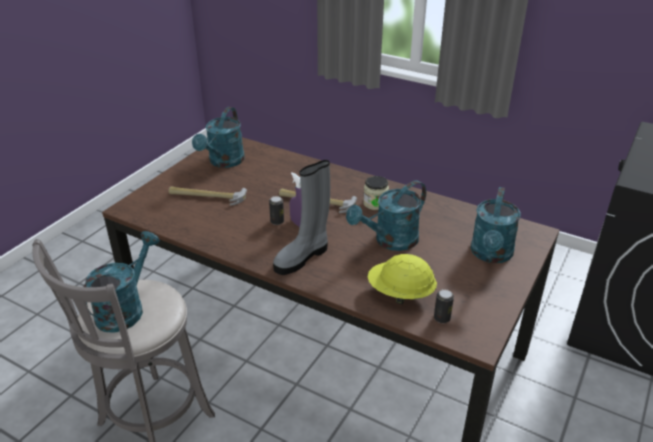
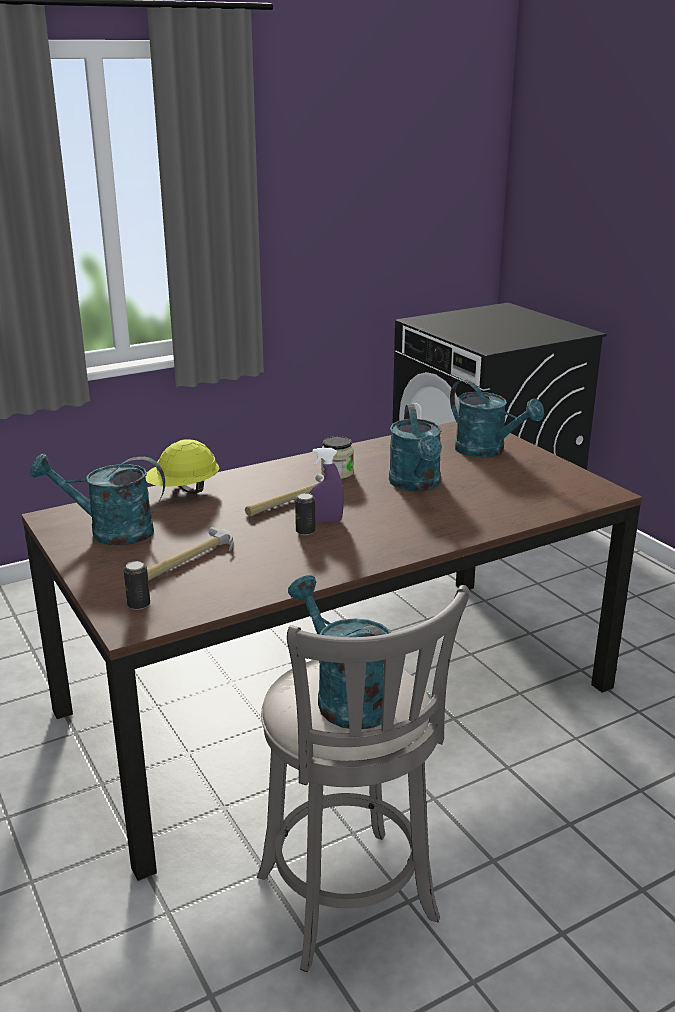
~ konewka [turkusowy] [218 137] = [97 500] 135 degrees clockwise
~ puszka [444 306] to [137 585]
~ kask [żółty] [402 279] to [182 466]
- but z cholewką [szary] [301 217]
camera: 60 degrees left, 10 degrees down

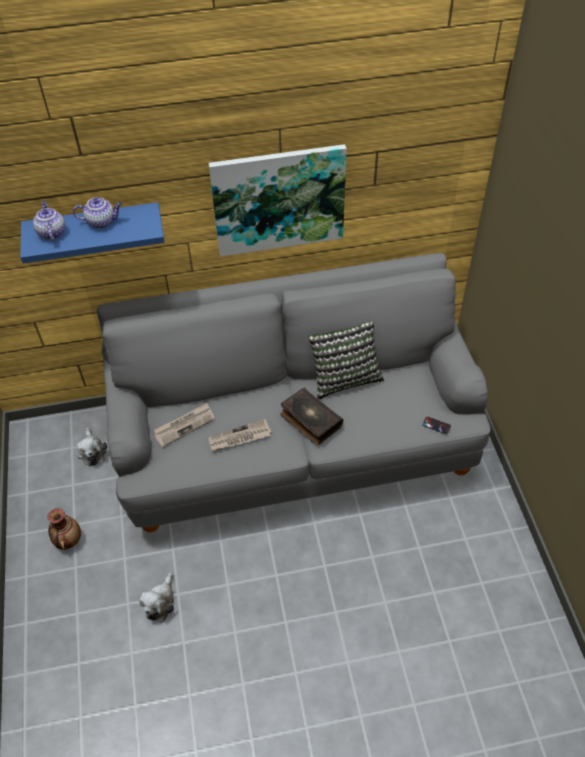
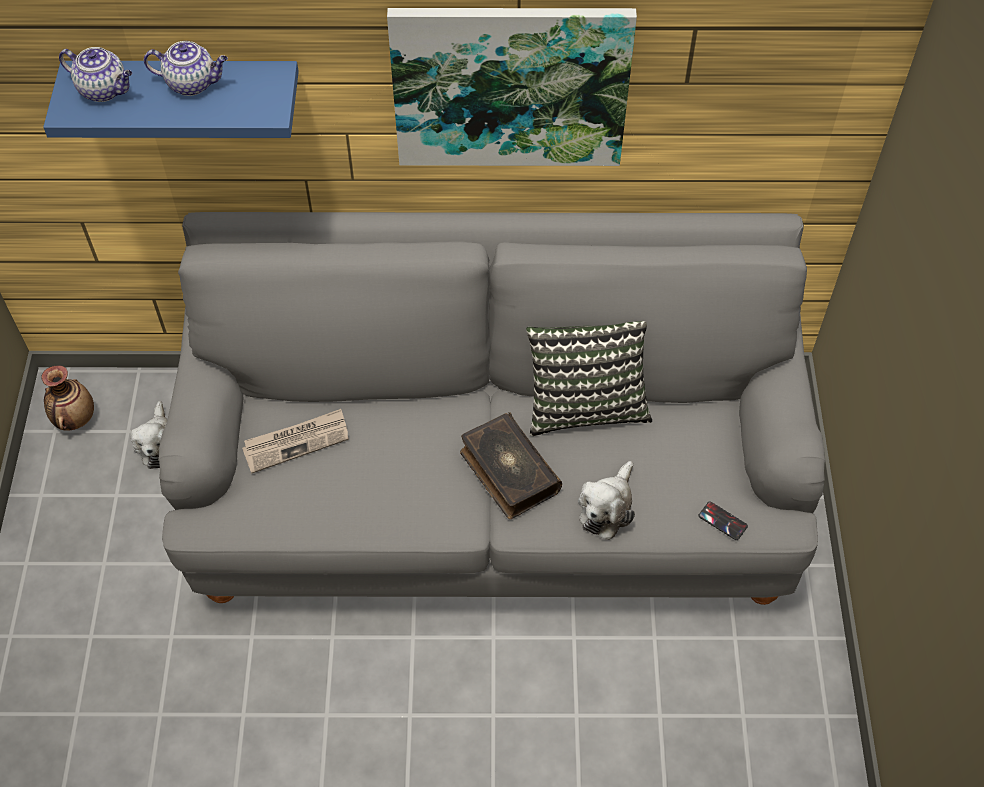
~ wazon [64 529] to [67 398]
~ imbryk [49 221] = [96 74] 120 degrees clockwise
~ pluszak [156 597] to [606 500]
- gazeta [240 435]
camera: 10 degrees right, 5 degrees up

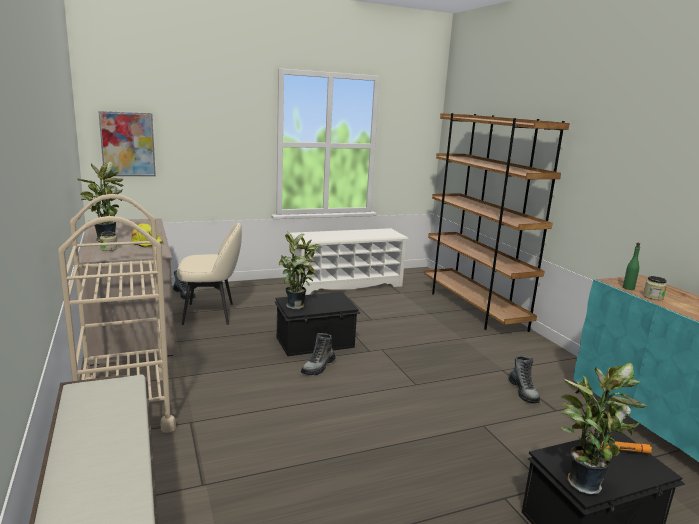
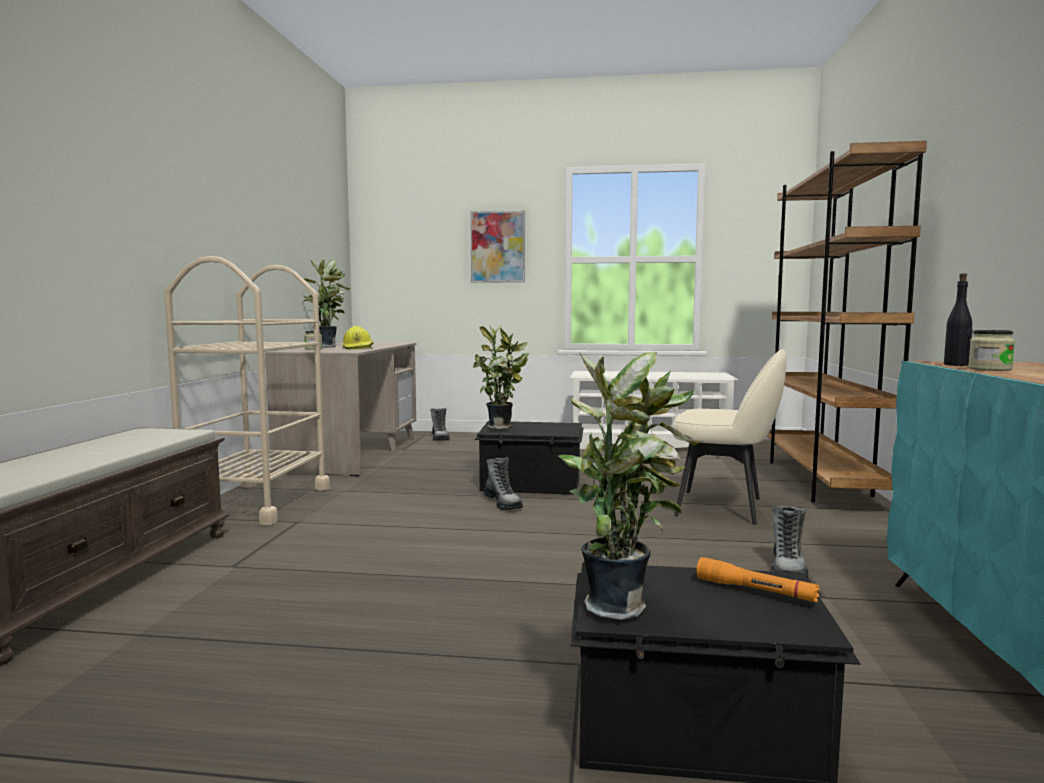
~ obraz [127 143] to [497 246]
~ but z cholewką [318 354] = [503 483] 90 degrees counterclockwise
~ krzesło [beżowy] [209 273] to [729 437]
~ butelka [zielony] [631 266] to butelka [czarny] [958 319]
camera: 30 degrees right, 10 degrees down

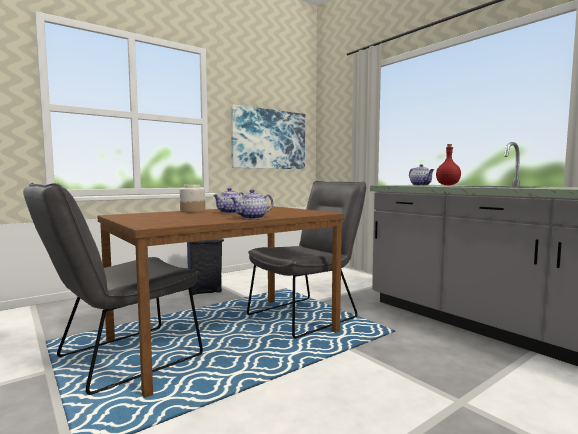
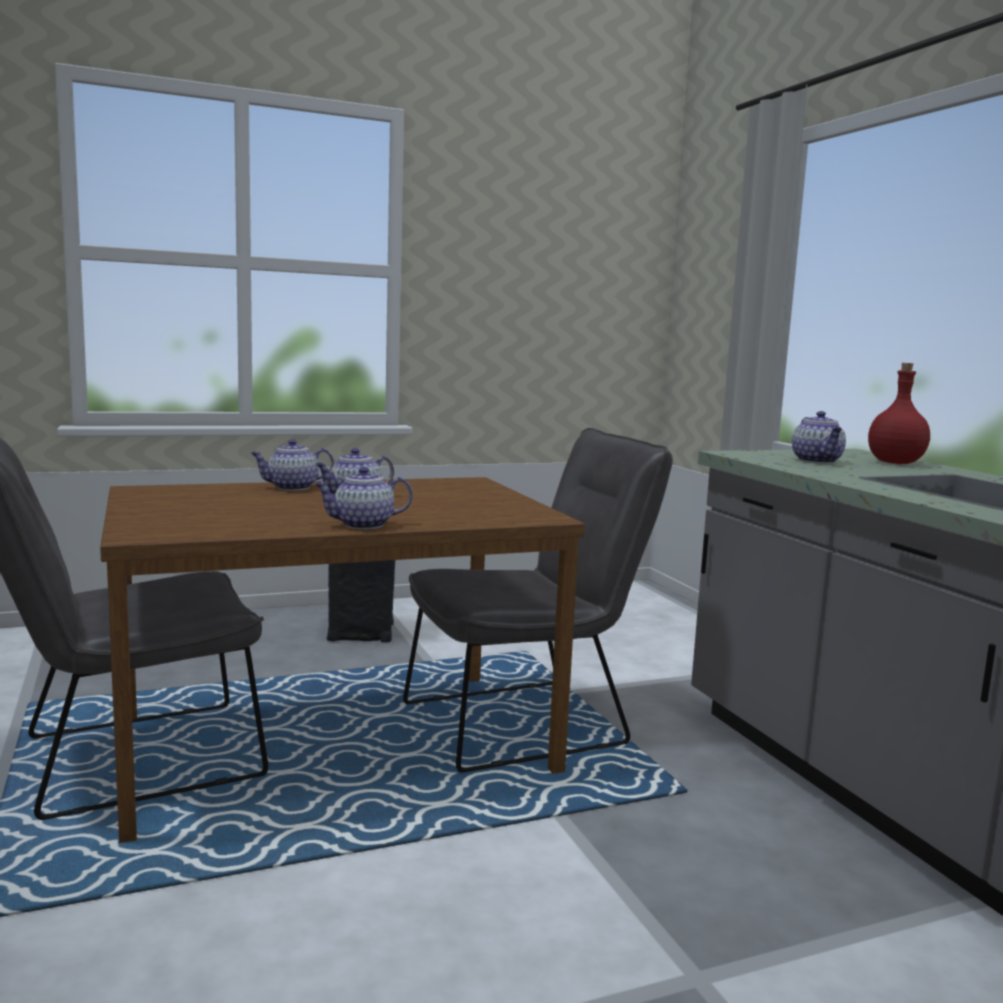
~ słoik [192 199] to imbryk [292 465]
- obraz [268 137]
camera: 15 degrees right, 5 degrees up

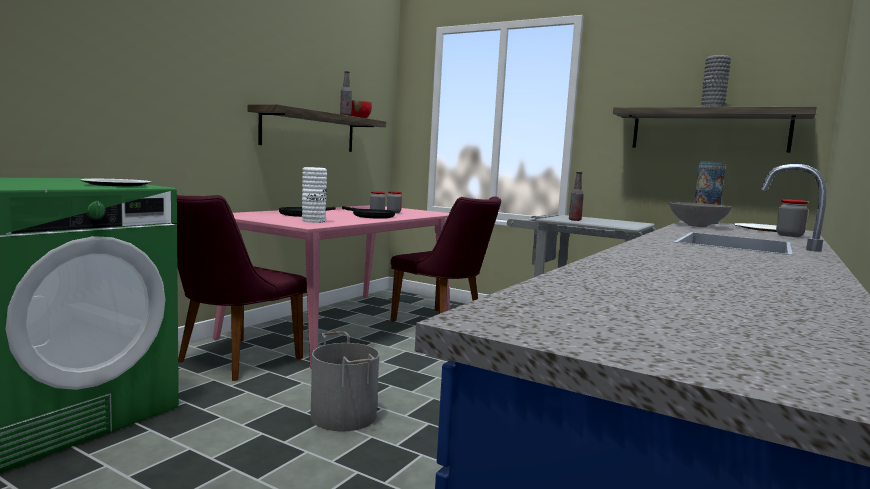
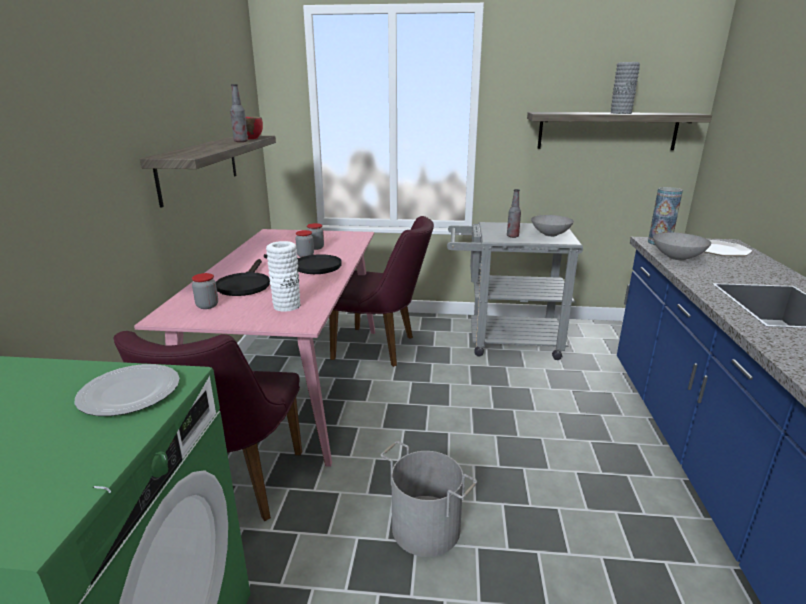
~ słoik [792 218] to [205 291]
+ miska [szary] [552 226]
camera: 25 degrees left, 15 degrees up

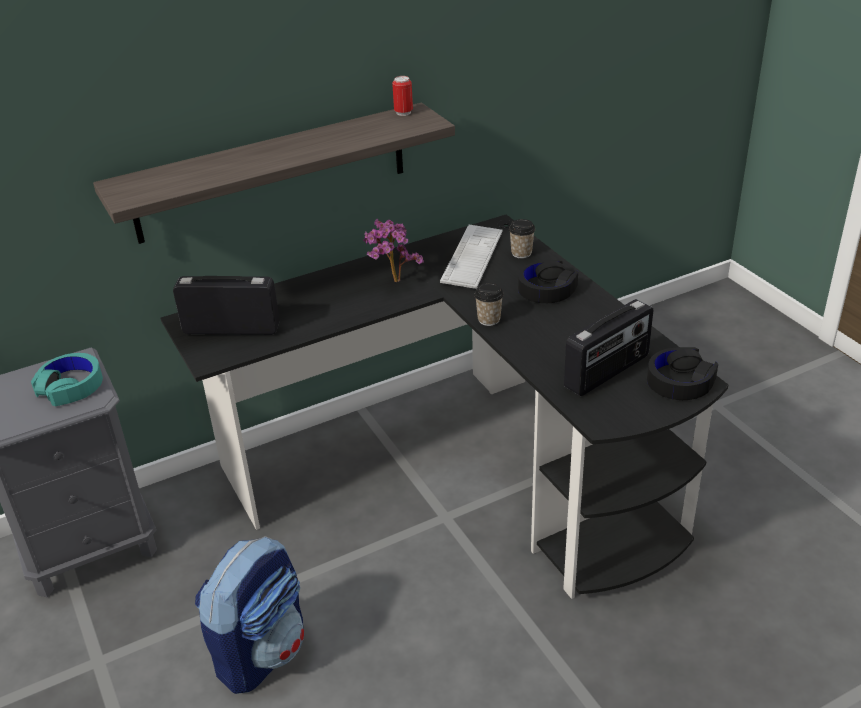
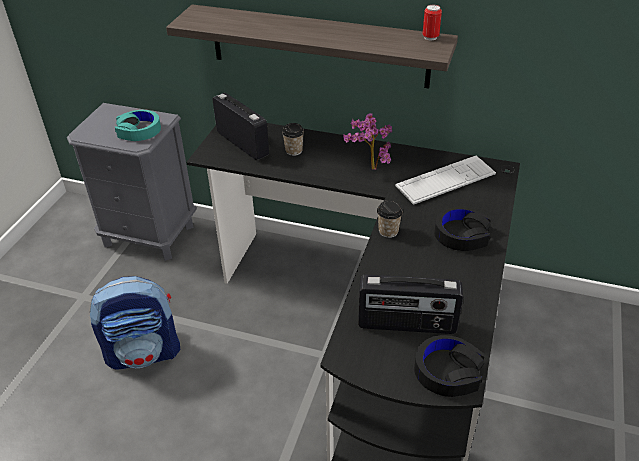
~ filiżanka [522 239] to [293 139]
camera: 45 degrees right, 5 degrees up

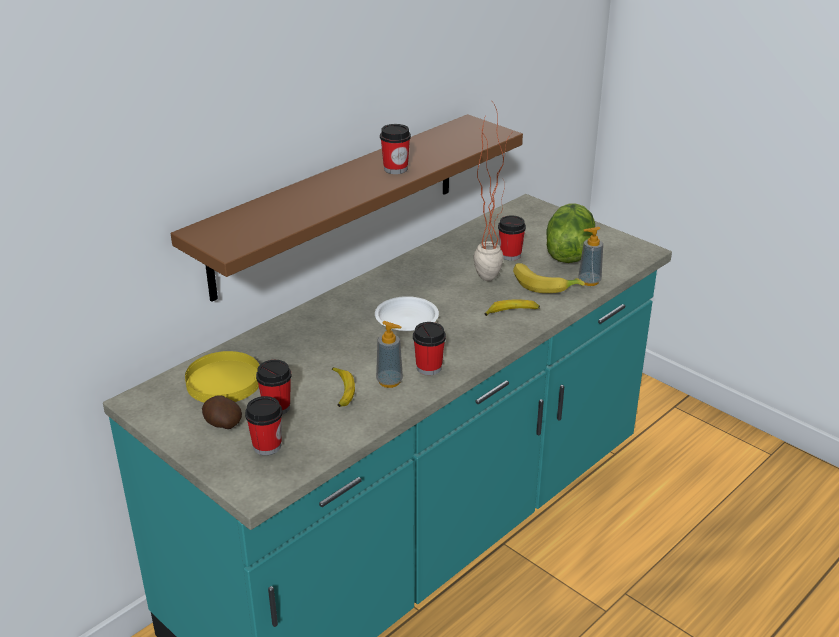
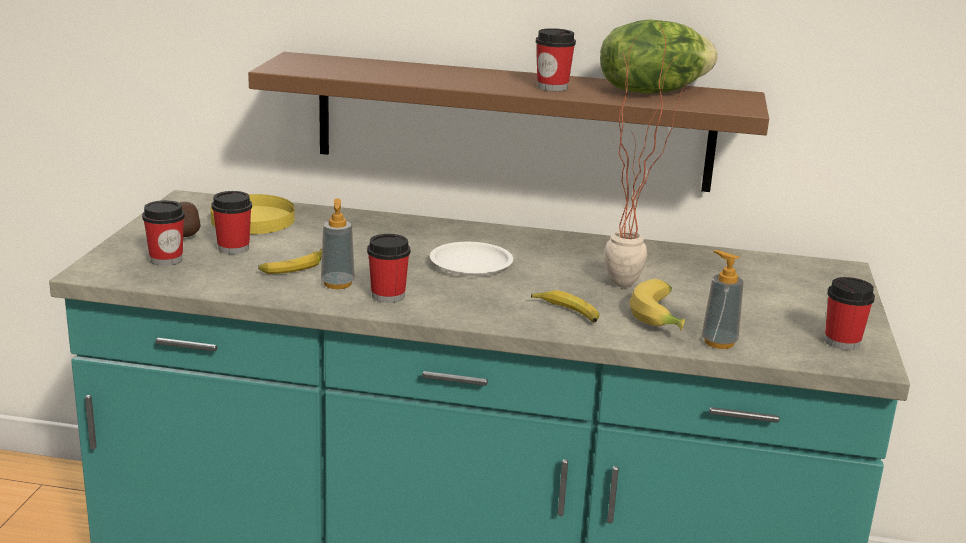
~ sałata [571 233] to [659 57]
~ filiżanka [512 238] to [850 313]
camera: 55 degrees right, 10 degrees down

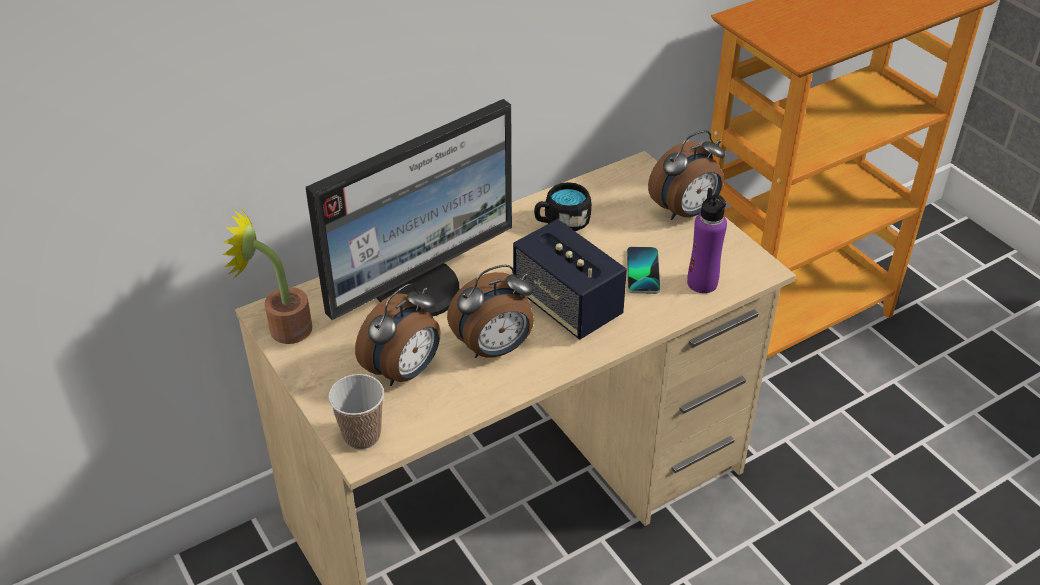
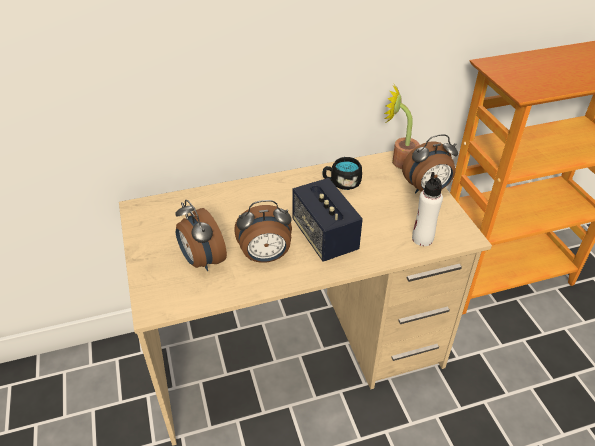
~ budzik [398 334] = [201 235] 90 degrees clockwise
~ roślina doniczkowa [267 276] to [402 126]
~ butelka [fioletowy] [707 240] to butelka [biały] [427 209]
- monitor [409 209]
- filiżanka [356 412]
- telefon [643 270]
camera: 15 degrees right, 0 degrees up

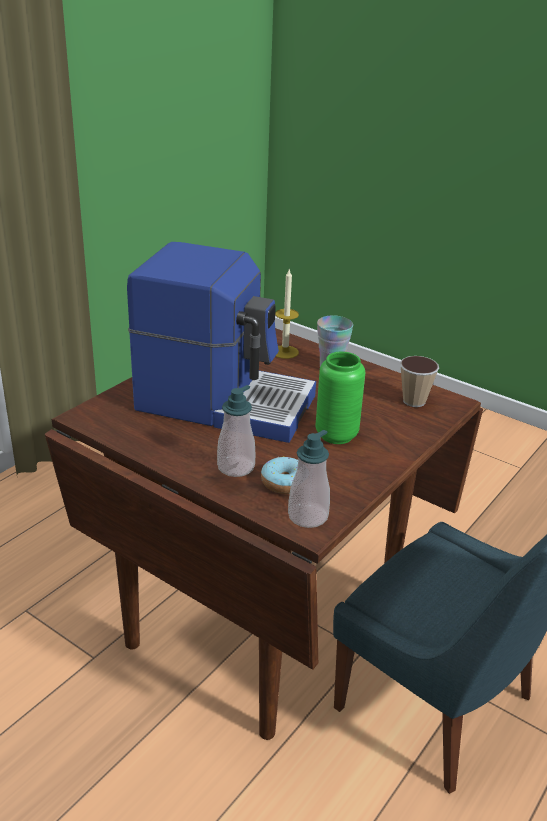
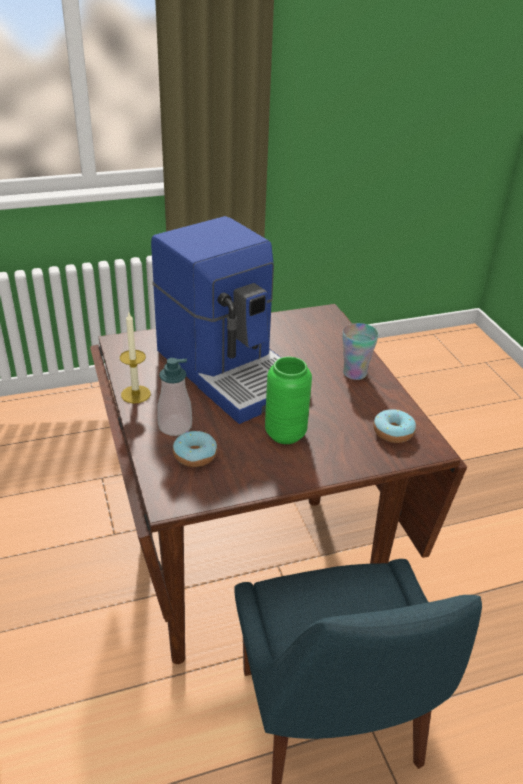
~ świeca [287 314] to [135 358]
~ filiżanka [419 381] to donut [394 426]
- dozownik mydła [309 479]
camera: 35 degrees right, 5 degrees up

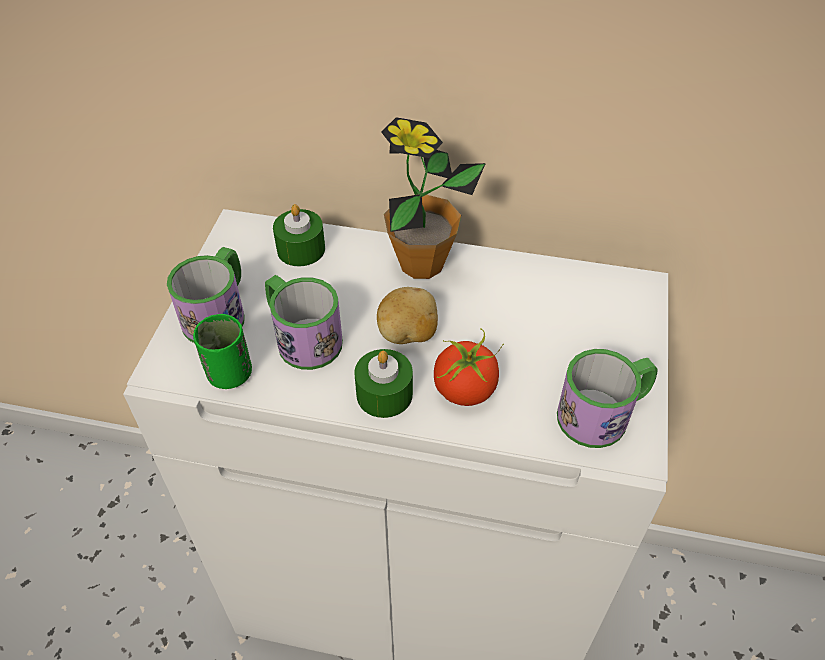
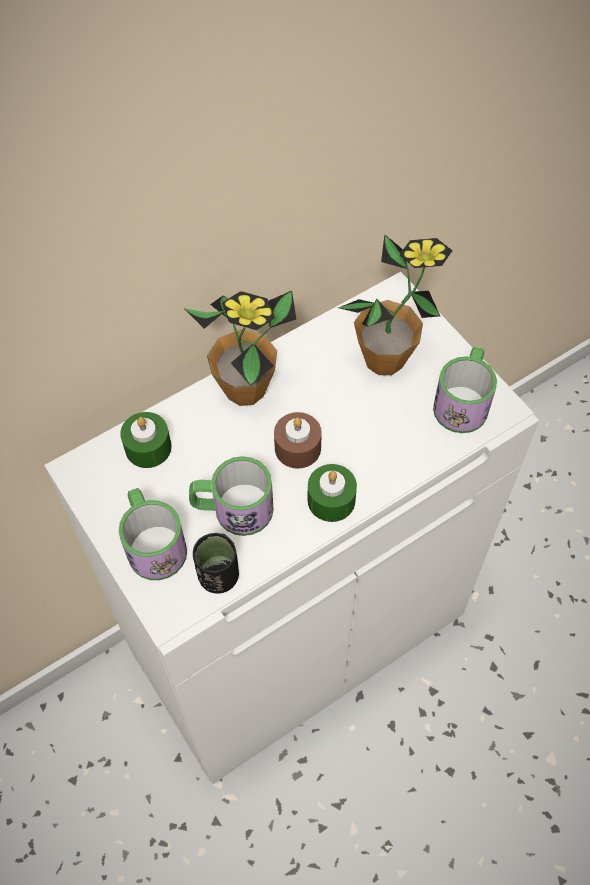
~ filiżanka [zielony] [222 351] to filiżanka [czarny] [216 563]
~ ziemniak [407 315] to świeca [brązowy] [298 440]
+ roślina doniczkowa [395 304]
- pomidor [469 367]
camera: 45 degrees left, 10 degrees up

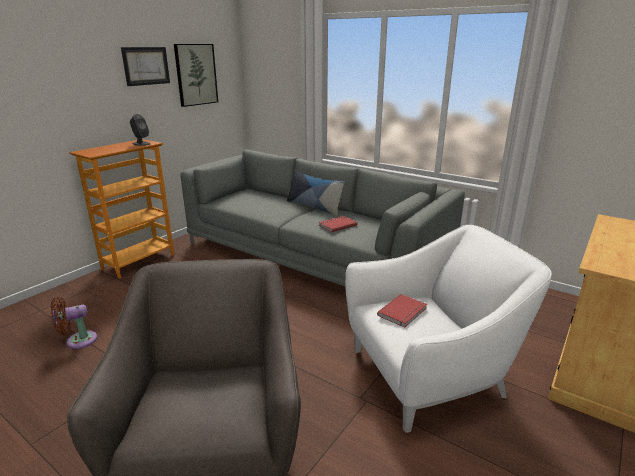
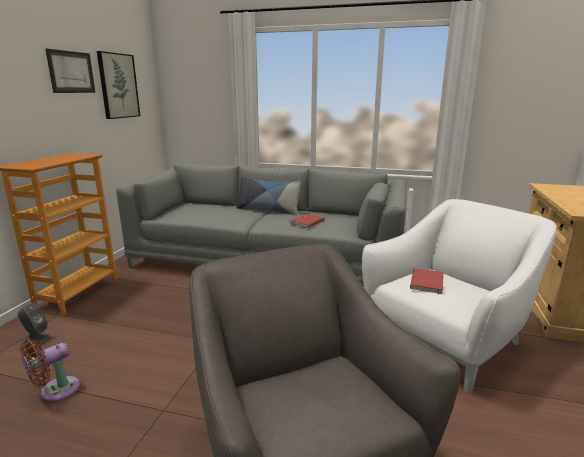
~ głośnik [szary] [140 130] to [34 323]
camera: 20 degrees left, 5 degrees down

